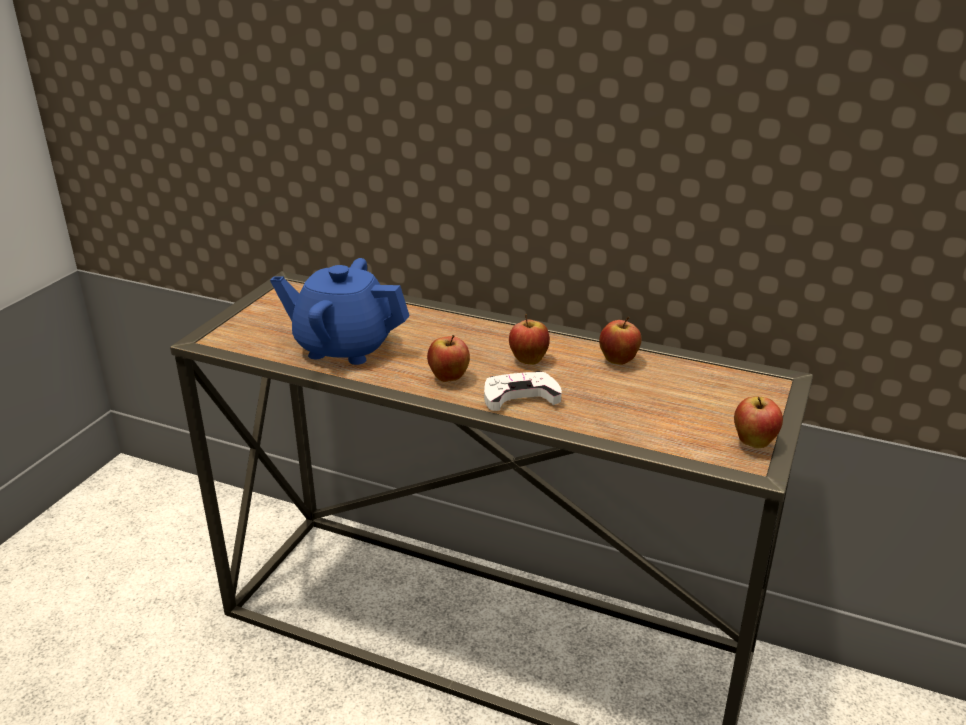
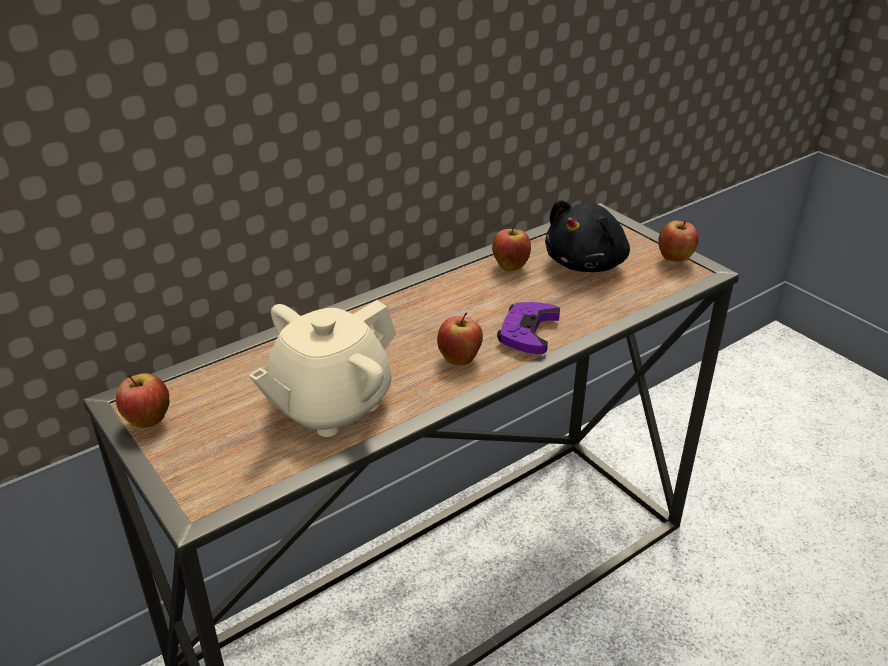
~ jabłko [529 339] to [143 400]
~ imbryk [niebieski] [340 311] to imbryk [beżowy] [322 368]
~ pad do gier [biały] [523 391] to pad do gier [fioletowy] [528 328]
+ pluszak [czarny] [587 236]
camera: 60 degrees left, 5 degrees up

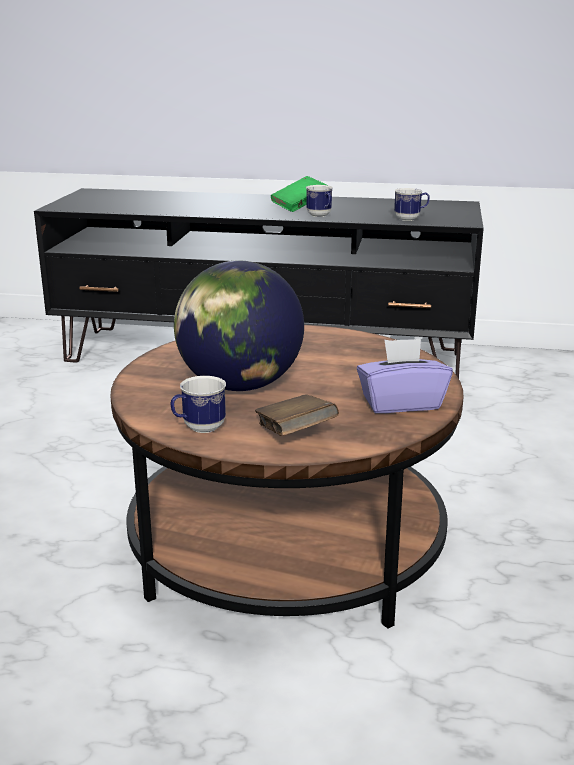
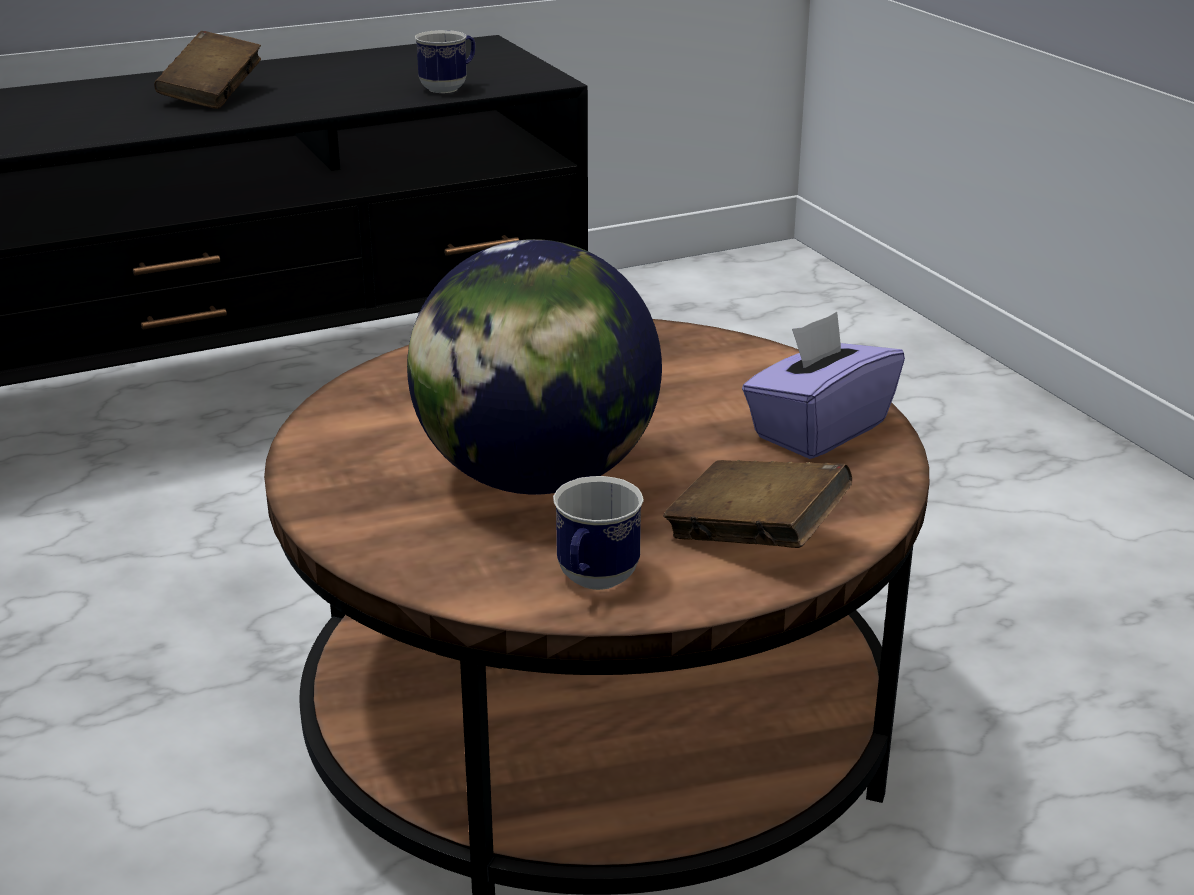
~ książka [zielony] [299 194] to książka [brązowy] [207 70]
- kubek [319 201]
camera: 35 degrees left, 5 degrees up

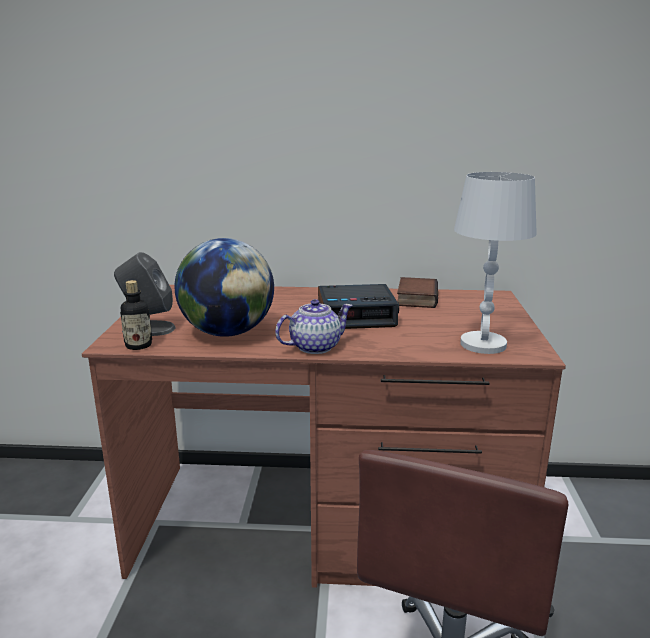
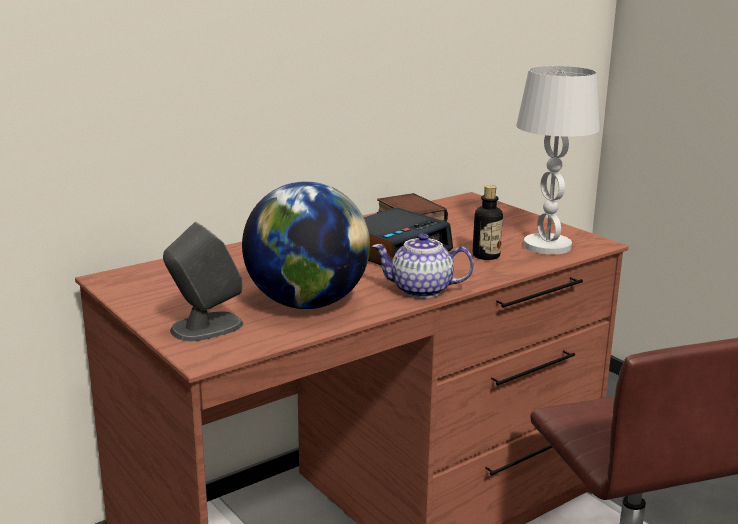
~ imbryk [314 326] = [423 265] 105 degrees counterclockwise
~ butelka [136 315] to [488 222]
camera: 40 degrees left, 0 degrees up

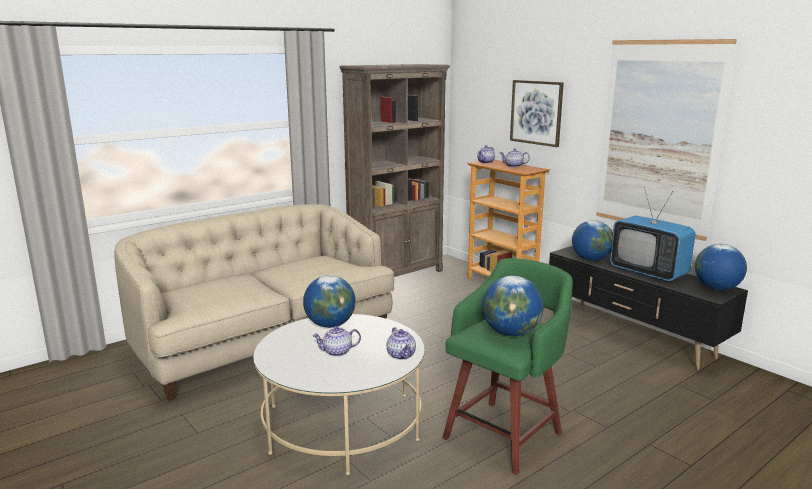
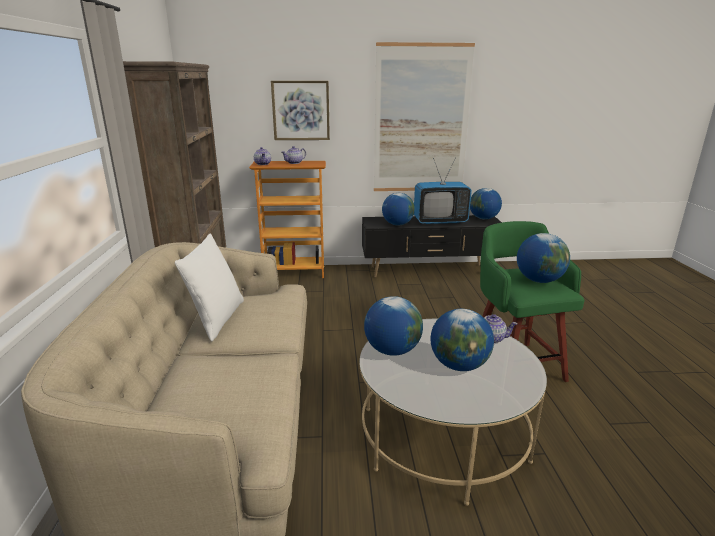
+ poduszka [biały] [209 287]
~ imbryk [337 341] to globus [462 340]
camera: 55 degrees left, 5 degrees up

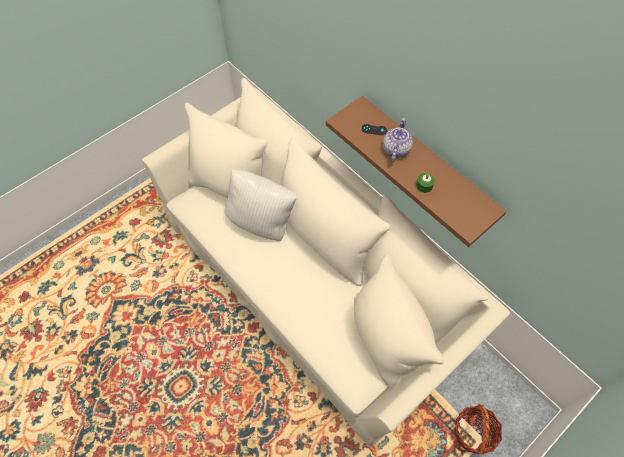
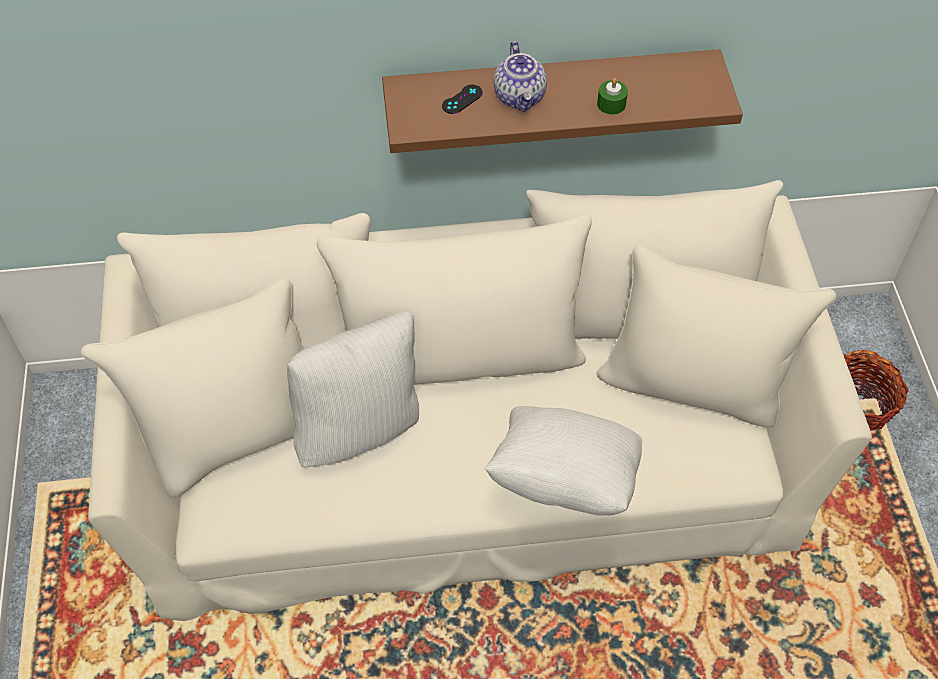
+ poduszka [biały] [563 461]
~ imbryk [398 140] = [520 76] 150 degrees counterclockwise
camera: 55 degrees left, 5 degrees down

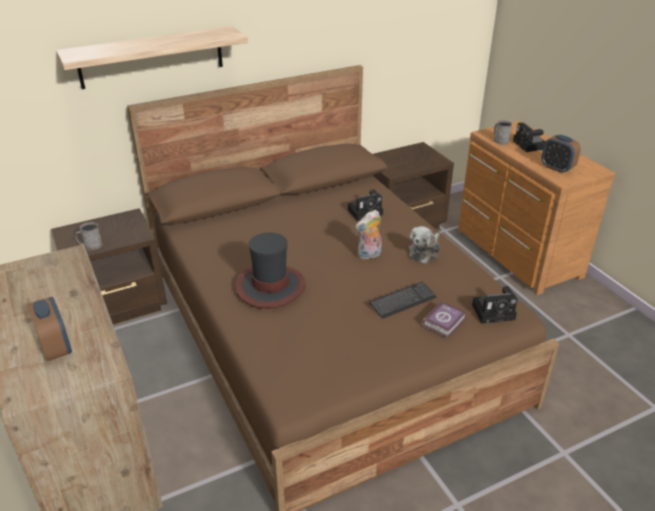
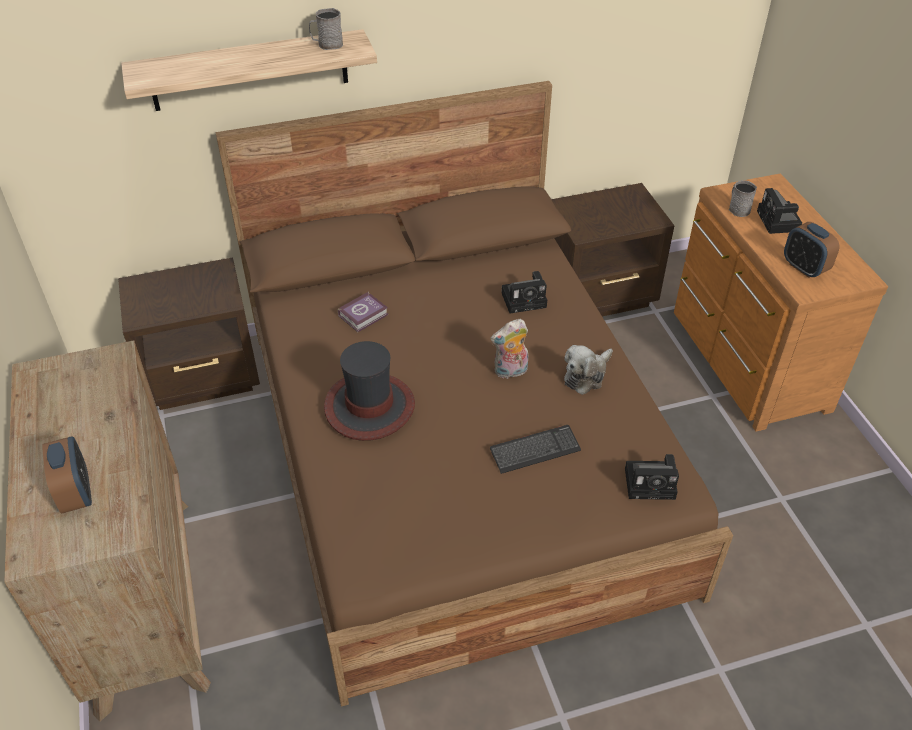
~ kubek [szary] [89 236] to [326 29]
~ książka [444 319] to [363 312]
camera: 10 degrees right, 10 degrees up

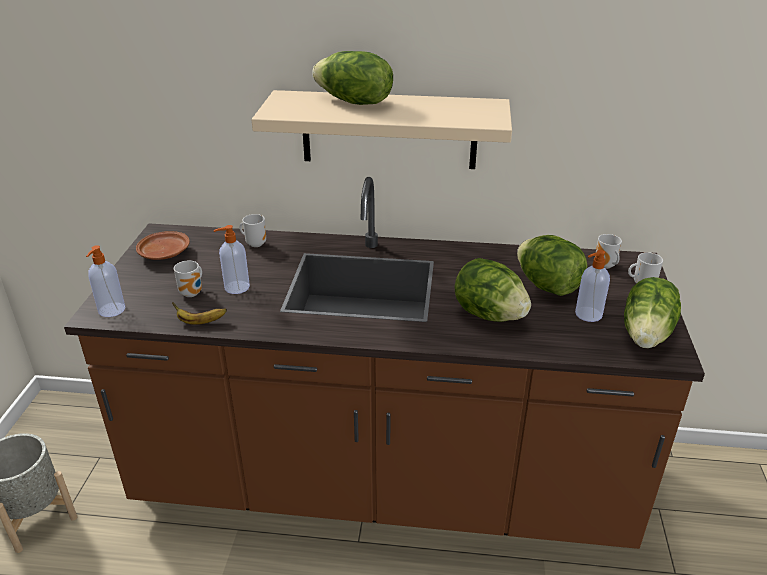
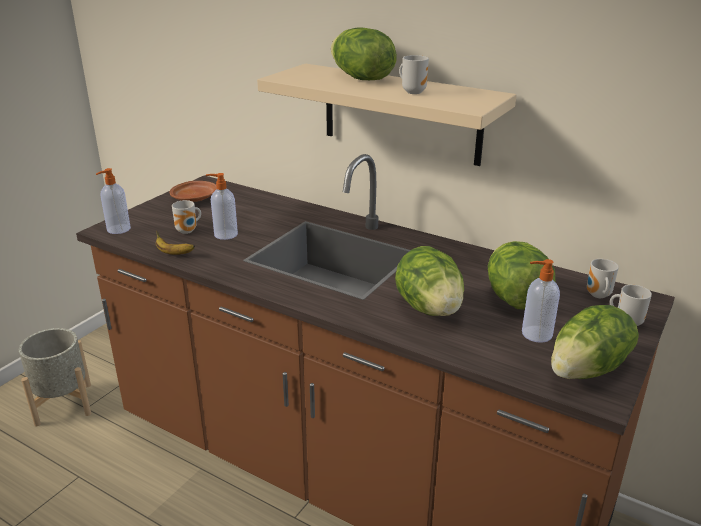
~ kubek [252 230] to [414 74]
camera: 25 degrees right, 5 degrees down

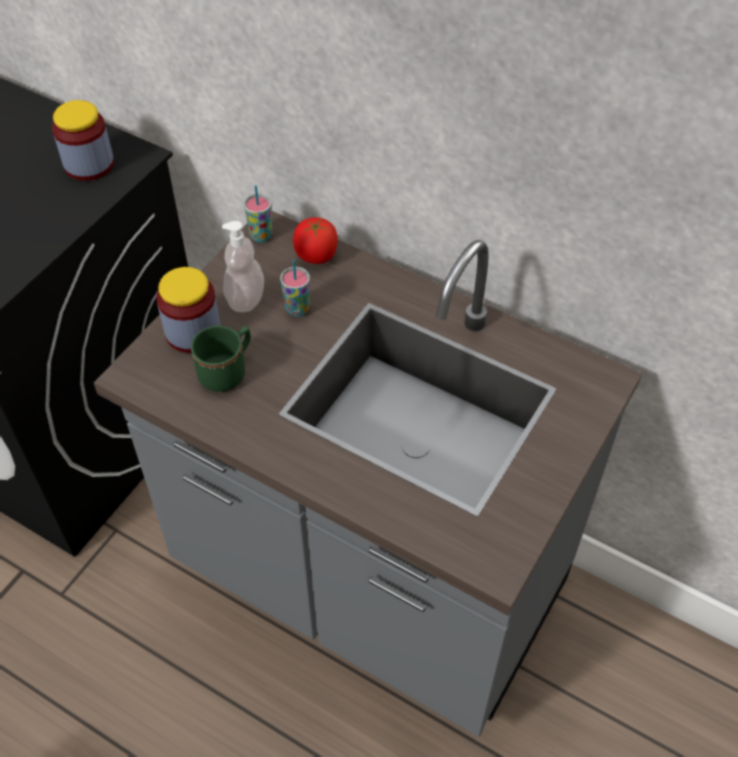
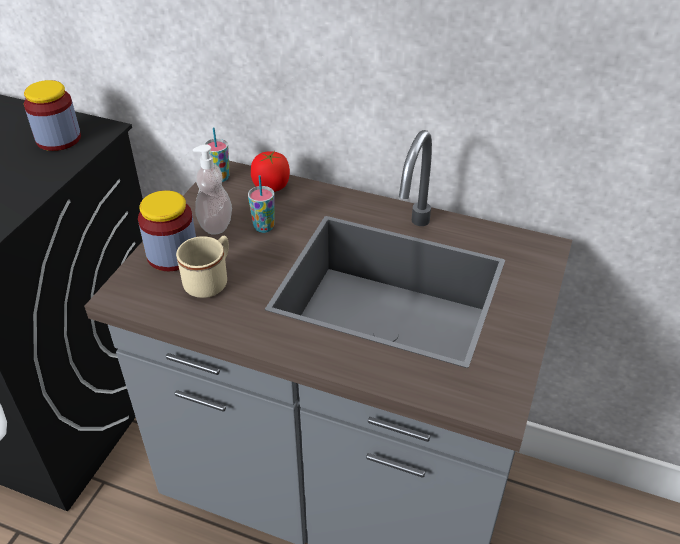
~ kubek [zielony] [221 359] to kubek [beżowy] [202 267]
camera: 10 degrees left, 10 degrees down

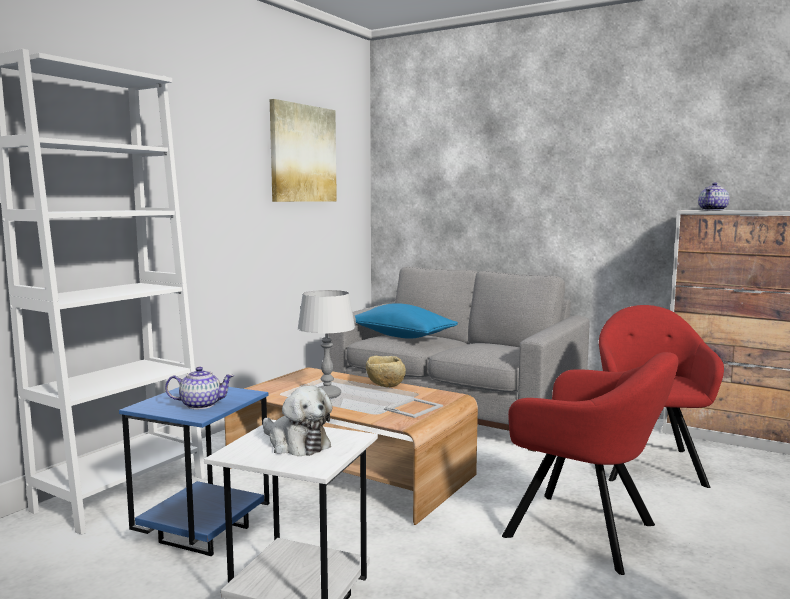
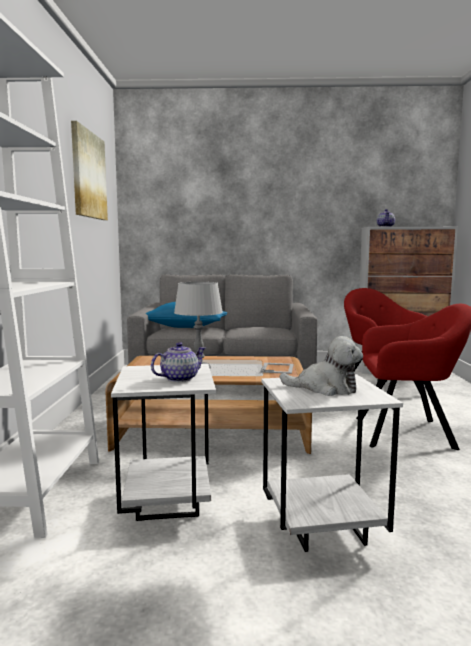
~ stolik [niebieski] [194 471] to stolik [biały] [163 442]
- miska [beżowy] [386 371]
camera: 30 degrees left, 0 degrees up

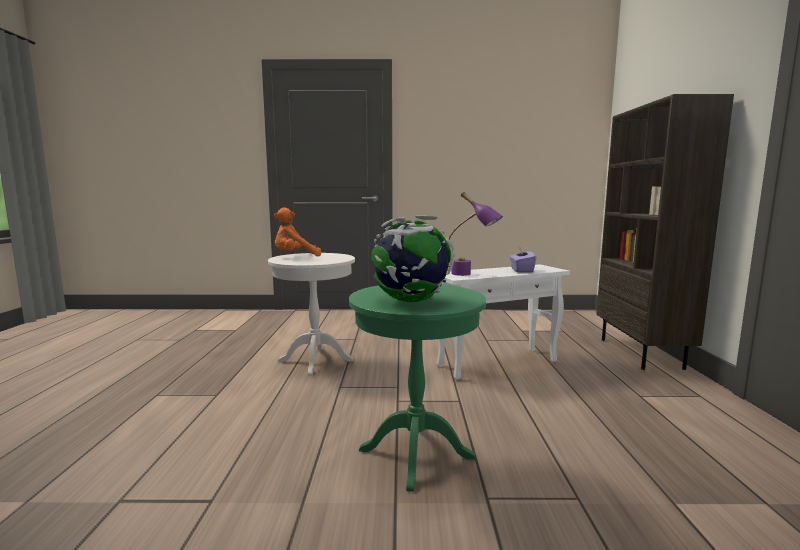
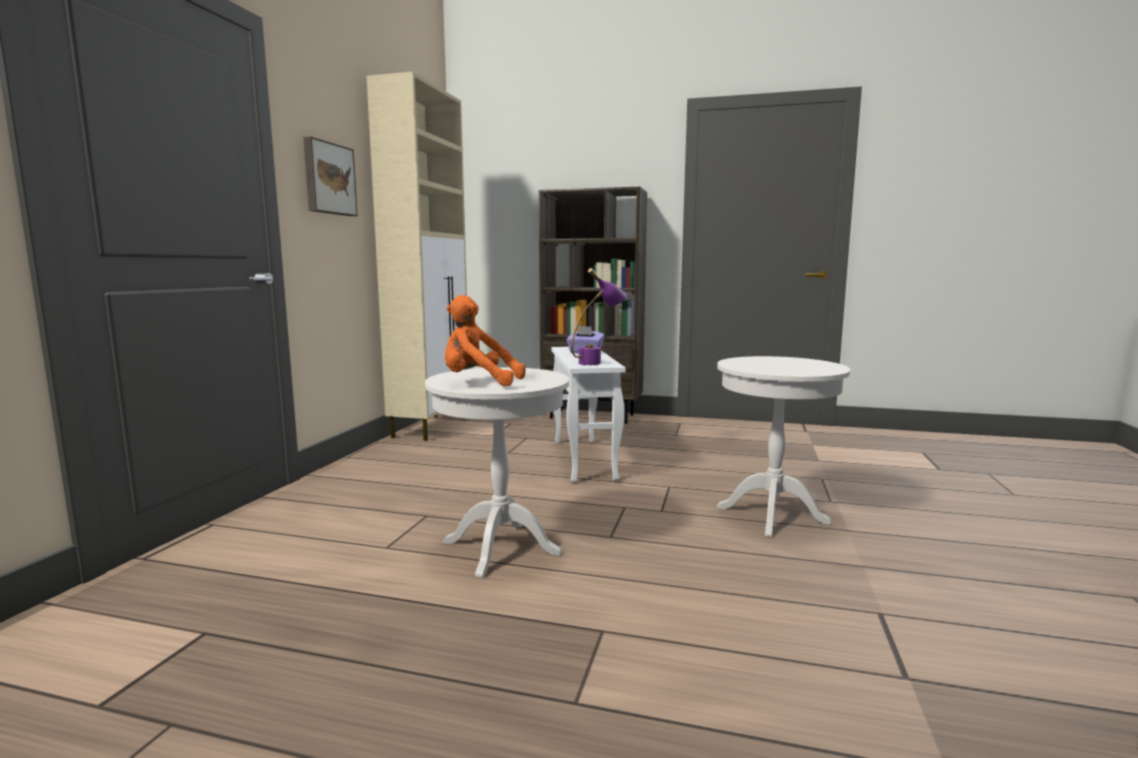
+ obraz [330 176]
+ szafka [beżowy] [418 256]
~ pluszak [pomarańczowy] [297 231] = [485 340] 105 degrees clockwise
~ stolik [zielony] [417 388] to stolik [biały] [783 446]
- globus [412 259]
camera: 75 degrees left, 0 degrees up

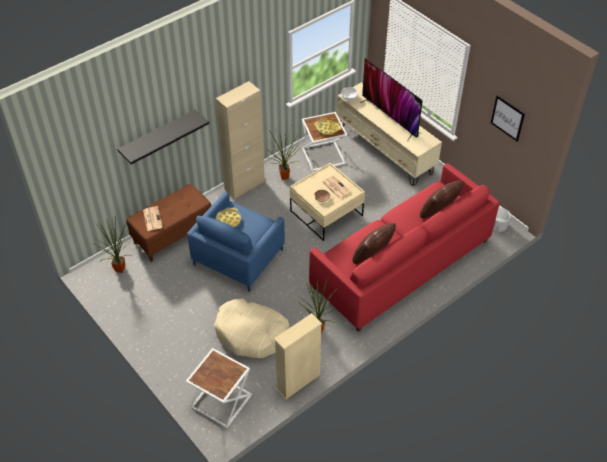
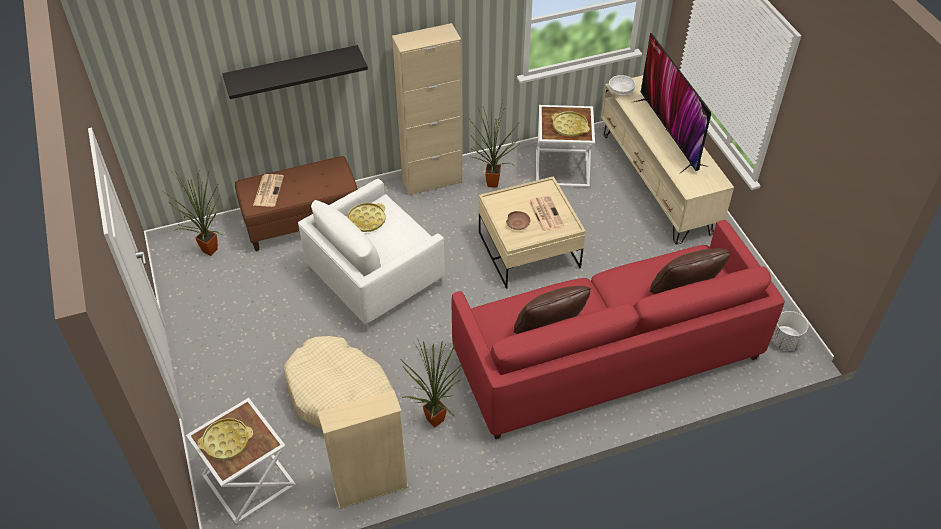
+ taca [żółty] [225 439]
~ fotel [niebieski] [236 242] to fotel [biały] [371 255]
- obraz [508 119]
camera: 20 degrees right, 0 degrees up

